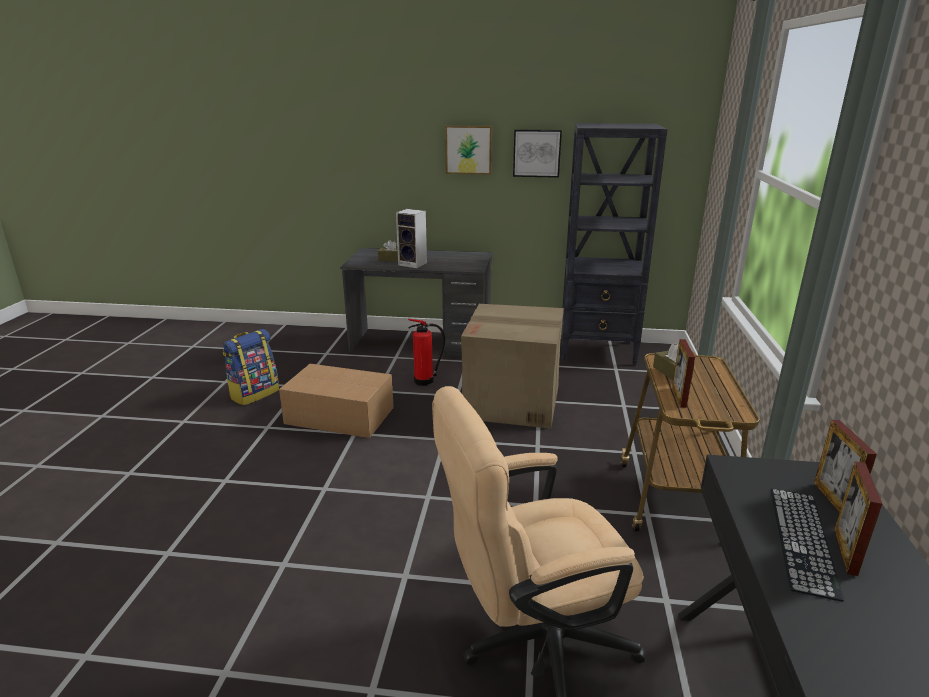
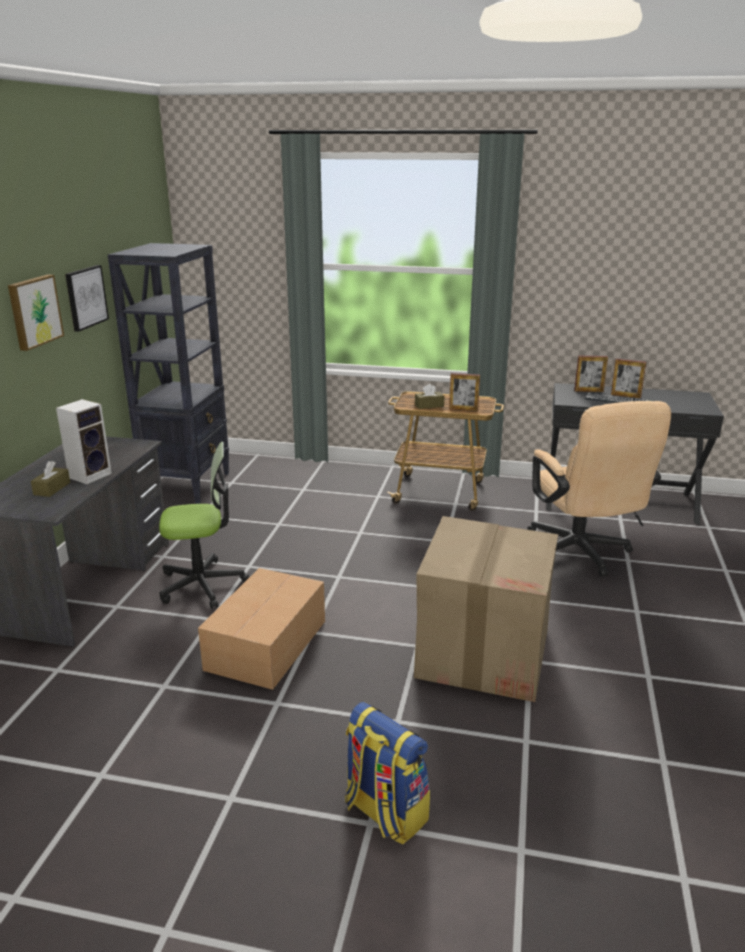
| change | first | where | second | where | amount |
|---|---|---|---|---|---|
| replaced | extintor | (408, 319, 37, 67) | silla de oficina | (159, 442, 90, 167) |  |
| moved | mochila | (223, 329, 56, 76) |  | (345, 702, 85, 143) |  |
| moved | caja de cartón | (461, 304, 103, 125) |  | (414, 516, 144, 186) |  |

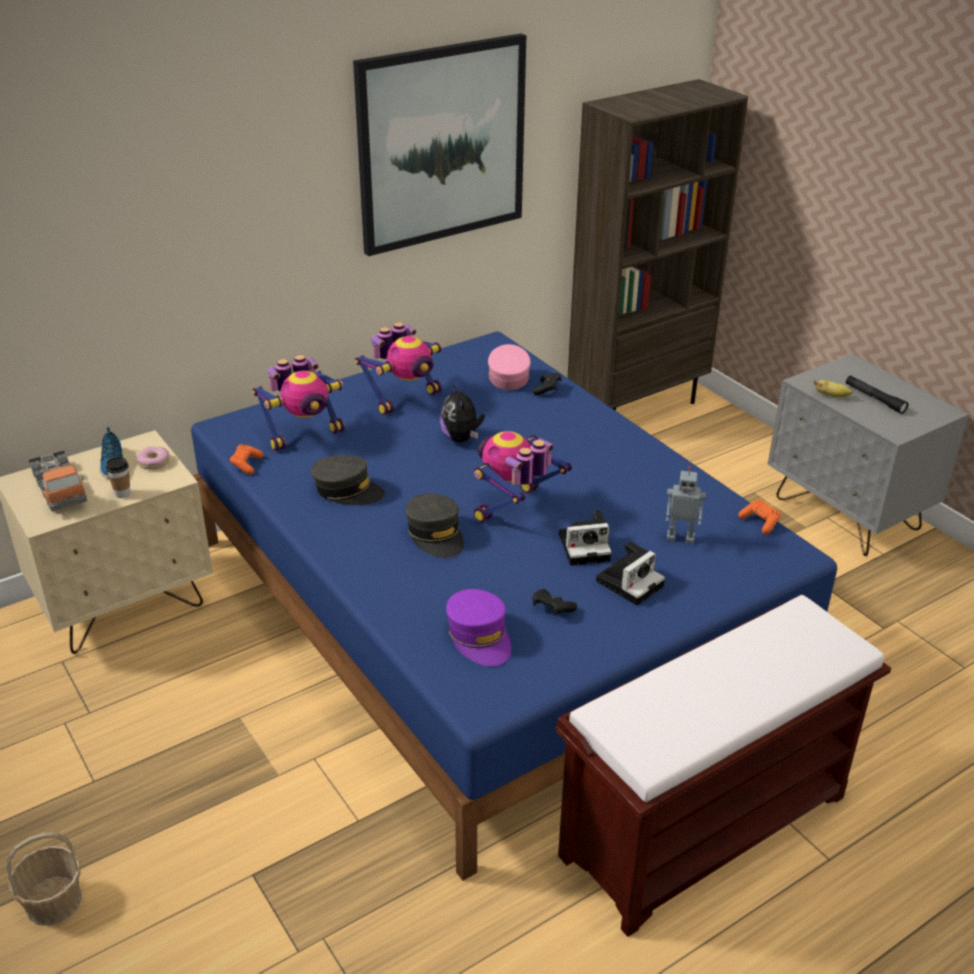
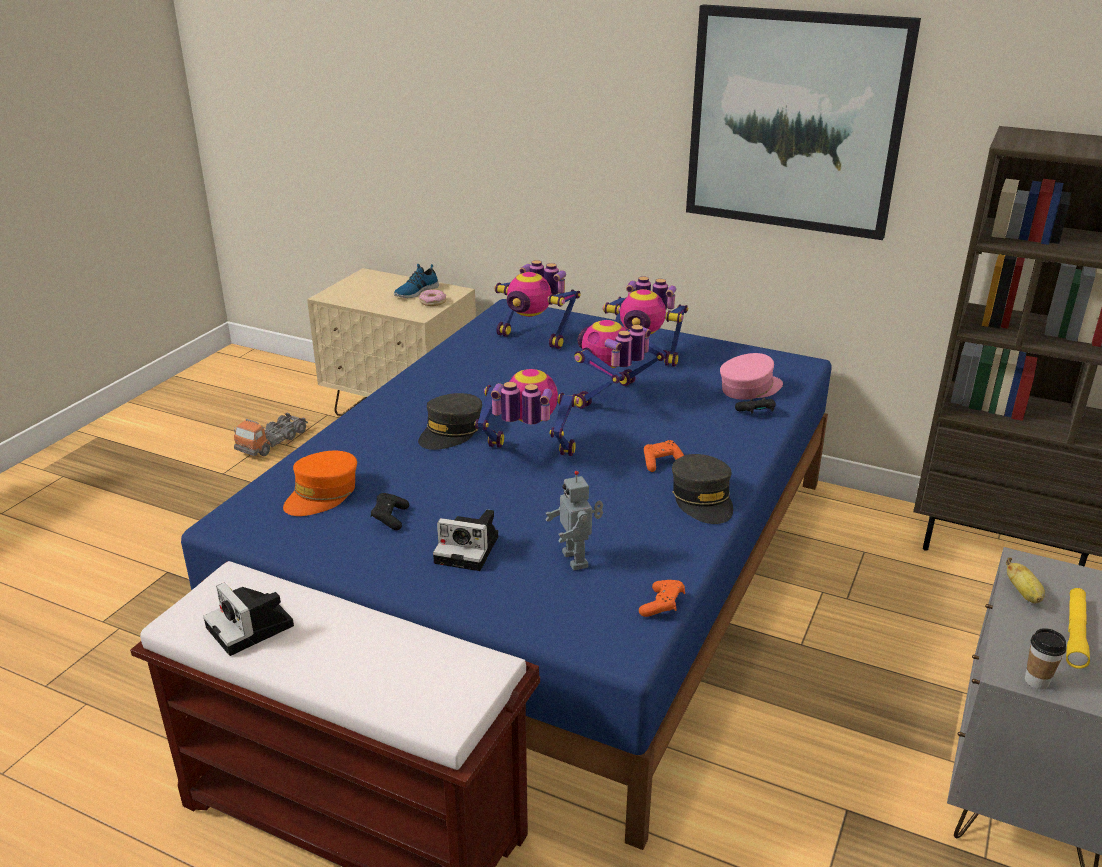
| change | first | where | second | where | amount |
|---|---|---|---|---|---|
| moved | cámara | (559, 510, 53, 56) |  | (203, 583, 91, 73) |  |
| moved | camión de juguete | (29, 450, 58, 61) |  | (234, 413, 74, 43) |  |
| recoloured | gorra/morado | (446, 589, 65, 77) | gorra/naranja | (283, 451, 74, 65) |  |
| replaced | peluche | (440, 383, 45, 59) | robot de juguete | (574, 320, 95, 89) |  |
| moved | mando de consola/naranja | (230, 444, 33, 31) |  | (644, 440, 40, 32) |  |
| moved | gorra/gris | (311, 455, 74, 50) |  | (672, 454, 61, 70) |  |
| moved | taza | (106, 457, 25, 41) |  | (1025, 628, 41, 61) |  |
| recoloured | linterna/negro | (846, 376, 62, 38) | linterna/amarillo | (1066, 588, 24, 81) |  |
| removed | cesta | (6, 832, 76, 94) |  |  |  |

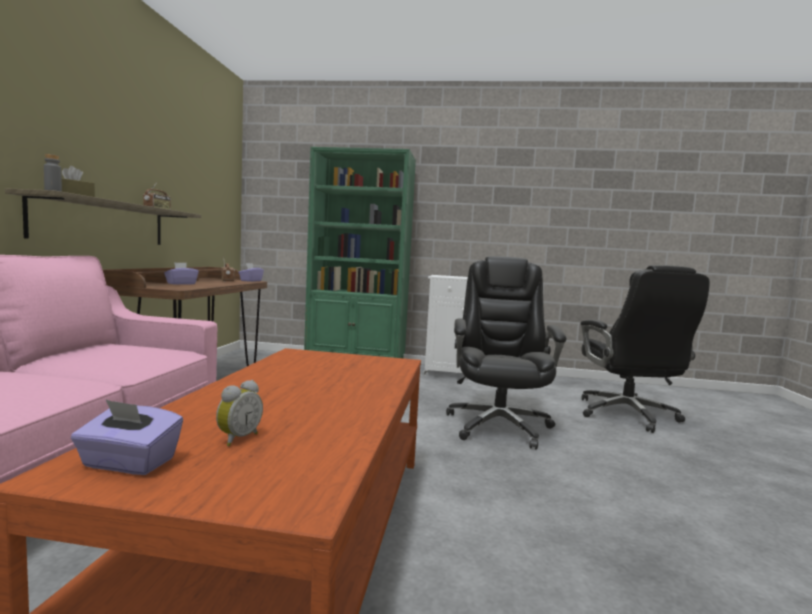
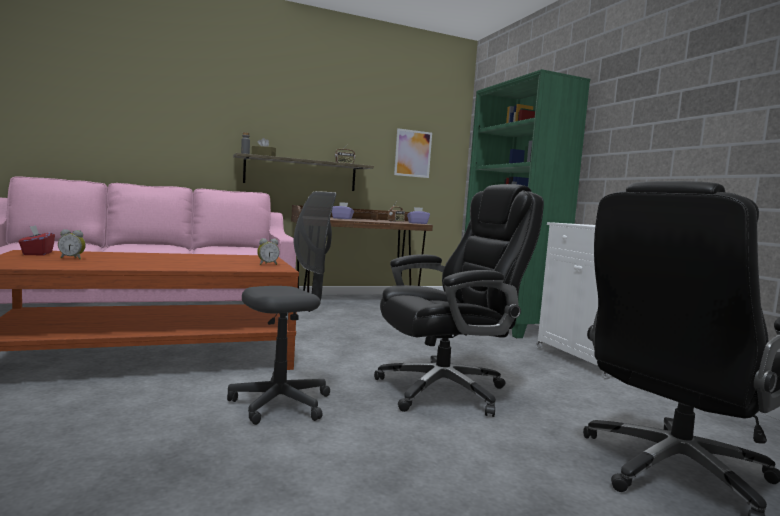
| change | first | where | second | where | amount |
|---|---|---|---|---|---|
| recoloured | caja de pañuelos/morado | (71, 399, 112, 76) | caja de pañuelos/rojo | (19, 225, 36, 31) |  |
| added |  |  | silla de oficina/gris | (227, 191, 109, 234) |  |
| added |  |  | despertador | (257, 238, 23, 27) |  |
| added |  |  | cuadro | (394, 128, 38, 50) |  |

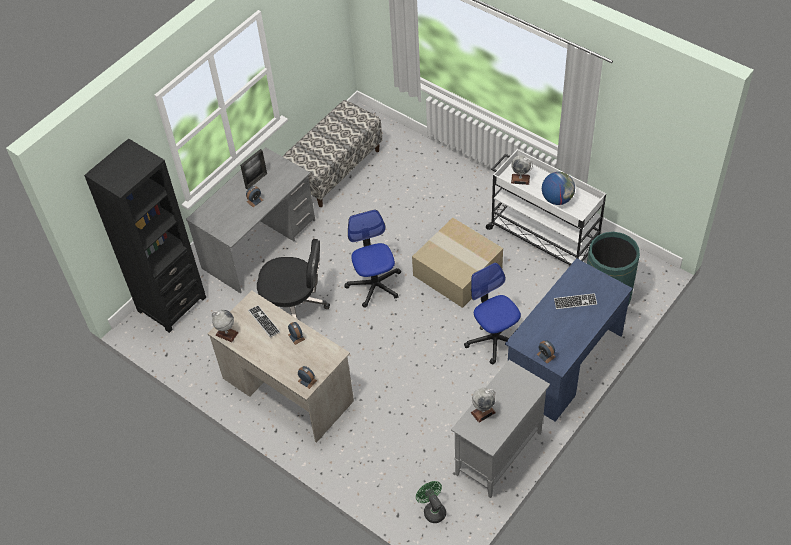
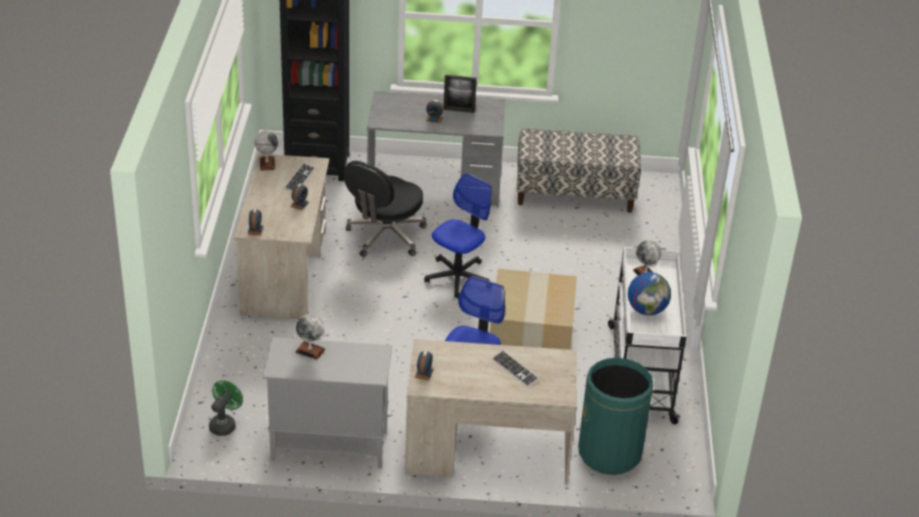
| change | first | where | second | where | amount |
|---|---|---|---|---|---|
| turned | silla de oficina/negro | (257, 239, 73, 80) |  | (344, 161, 83, 96) | 60 degrees clockwise |
| recoloured | escritorio/azul | (505, 258, 128, 164) | escritorio/beis | (405, 339, 172, 146) |  |

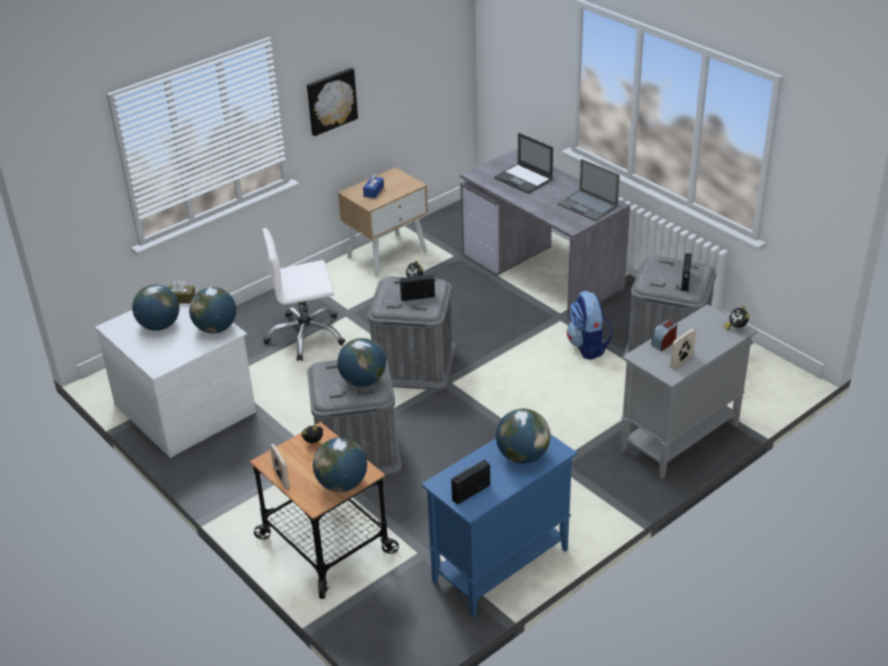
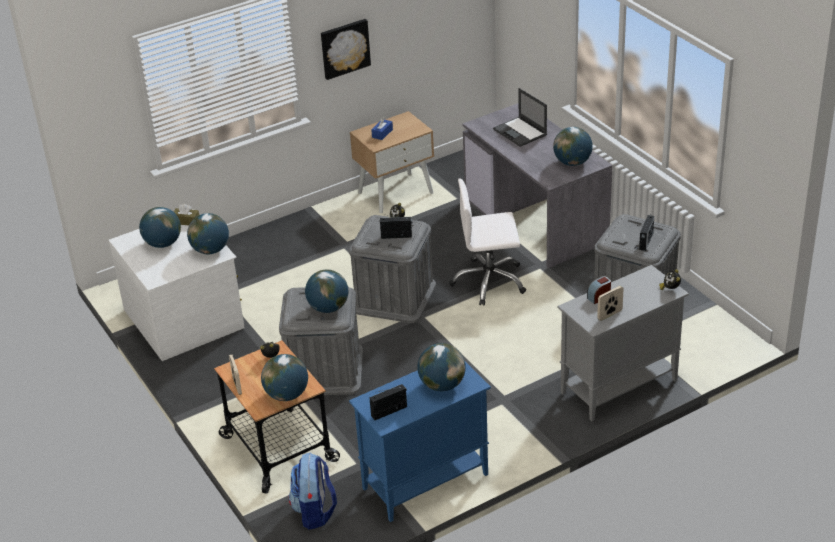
| change | first | where | second | where | amount |
|---|---|---|---|---|---|
| moved | mochila | (567, 291, 46, 69) |  | (289, 453, 48, 77) |  |
| moved | silla de oficina/blanco | (263, 228, 82, 133) |  | (449, 178, 77, 128) |  |
| replaced | portátil | (558, 159, 62, 62) | globo terráqueo | (553, 127, 40, 39) |  |

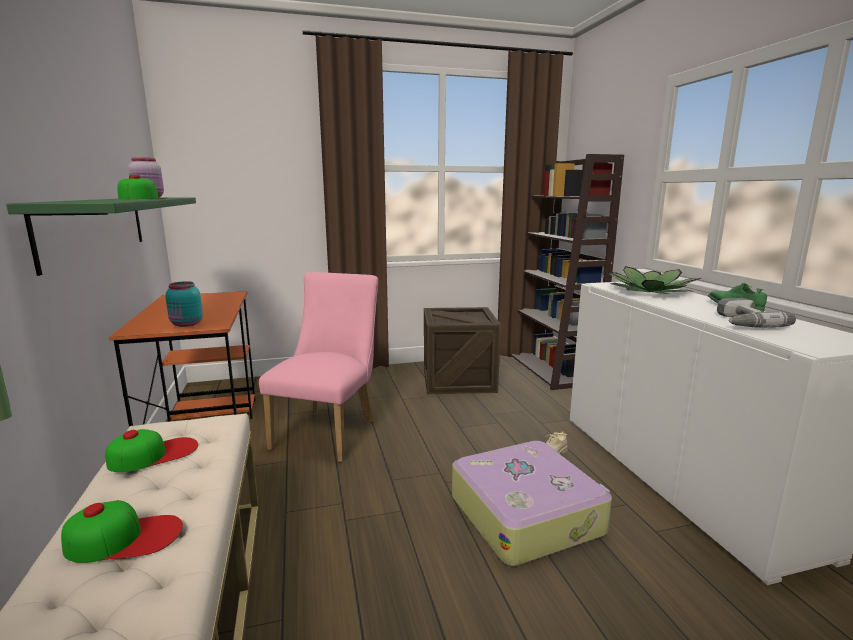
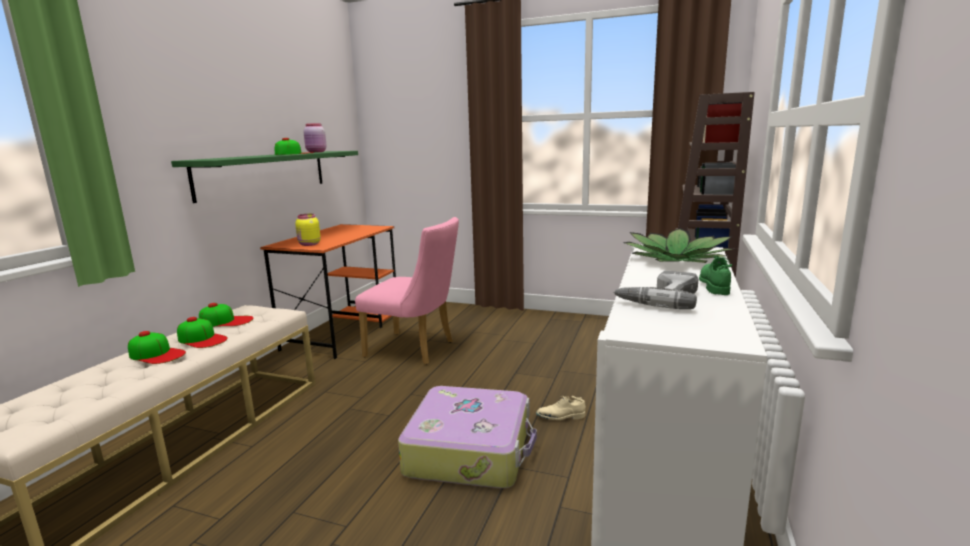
| change | first | where | second | where | amount |
|---|---|---|---|---|---|
| added |  |  | gorra | (177, 317, 51, 31) |  |
| recoloured | tarro/turquesa | (165, 281, 38, 46) | tarro/amarillo | (295, 214, 26, 32) |  |
| turned | silla/rosa | (259, 272, 119, 190) |  | (355, 217, 104, 148) | 60 degrees clockwise |
| removed | caja de embalaje | (424, 307, 77, 87) |  |  |  |

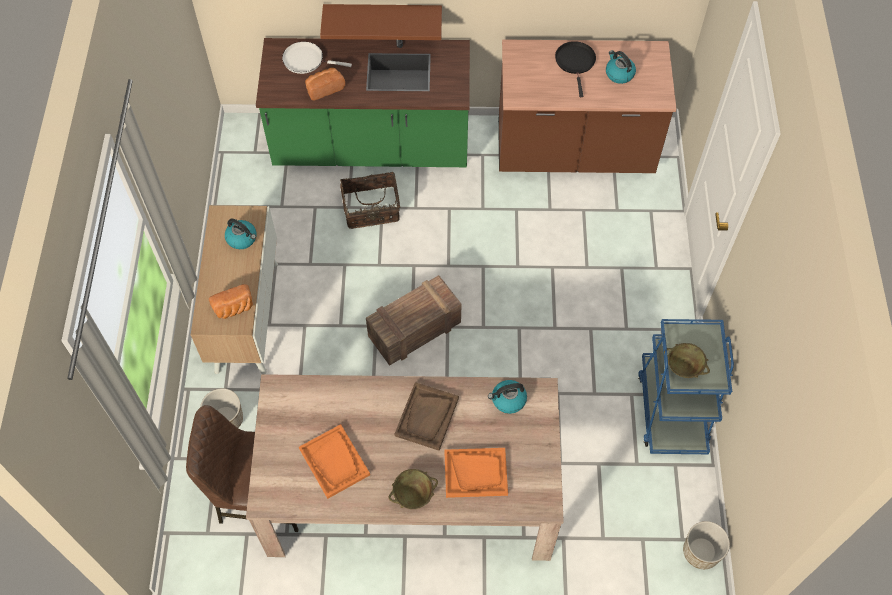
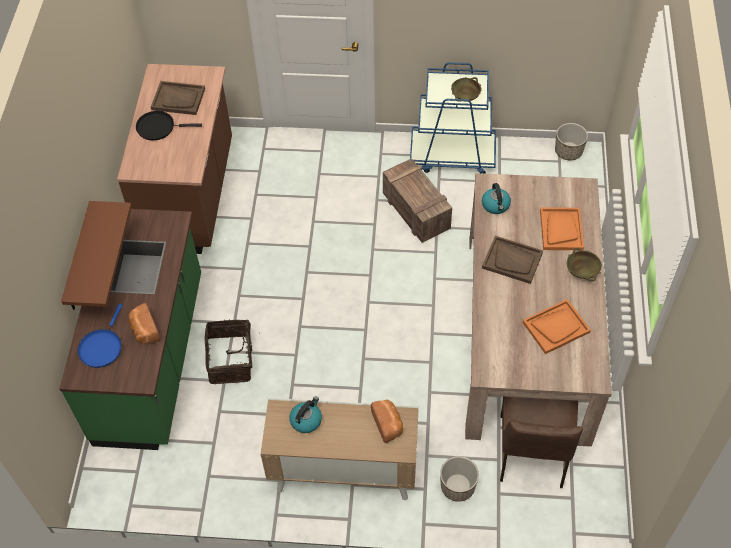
| change | first | where | second | where | amount |
|---|---|---|---|---|---|
| recoloured | sartén/blanco | (282, 41, 70, 33) | sartén/azul | (78, 304, 45, 64) |  |
| replaced | hervidor | (606, 50, 30, 34) | bandeja/marrón | (151, 81, 54, 34) |  |
| moved | caja de embalaje | (366, 275, 96, 91) |  | (383, 158, 69, 85) |  |

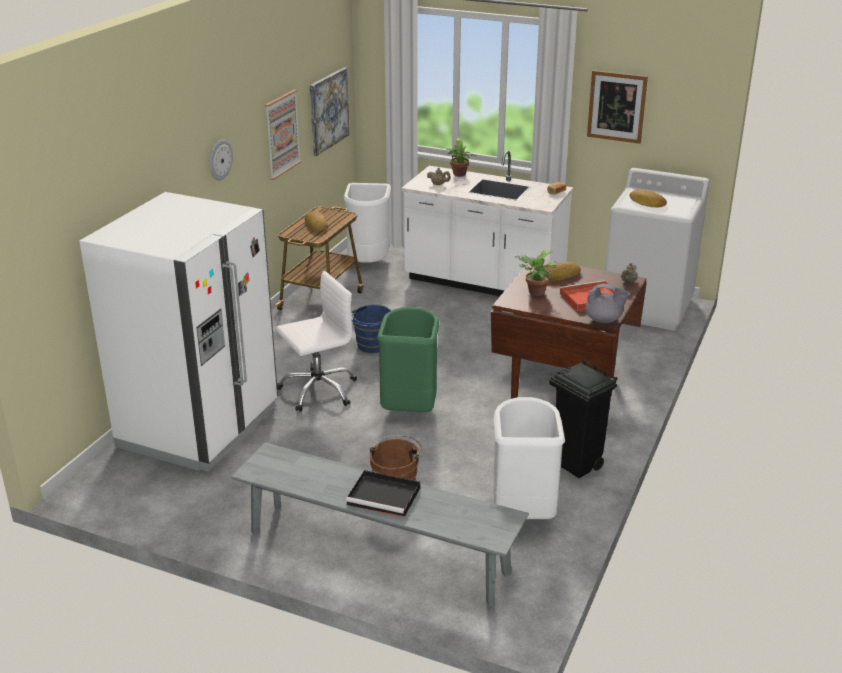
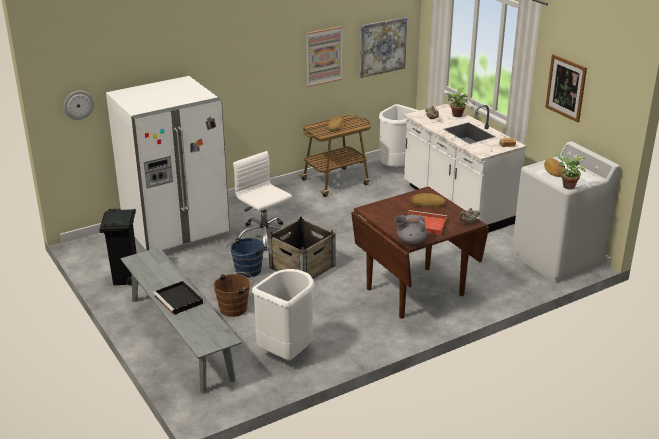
| change | first | where | second | where | amount |
|---|---|---|---|---|---|
| moved | reloj de pared | (209, 140, 24, 41) |  | (64, 90, 30, 30) |  |
| moved | papelera/negro | (549, 360, 68, 118) |  | (99, 209, 38, 77) |  |
| moved | cubo/azul | (351, 304, 40, 49) |  | (227, 238, 37, 40) |  |
| turned | silla de oficina/blanco | (276, 271, 81, 141) |  | (233, 151, 59, 100) | 135 degrees counterclockwise |
| replaced | papelera/verde | (377, 307, 62, 105) | caja de embalaje | (268, 217, 68, 62) |  |
| turned | tetera/gris | (585, 284, 45, 39) |  | (395, 215, 32, 29) | 120 degrees clockwise |
| moved | planta en maceta | (515, 251, 42, 45) |  | (557, 155, 29, 34) |  |

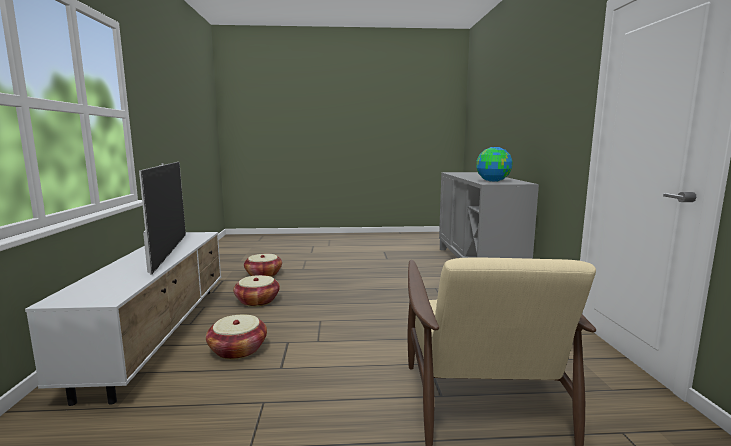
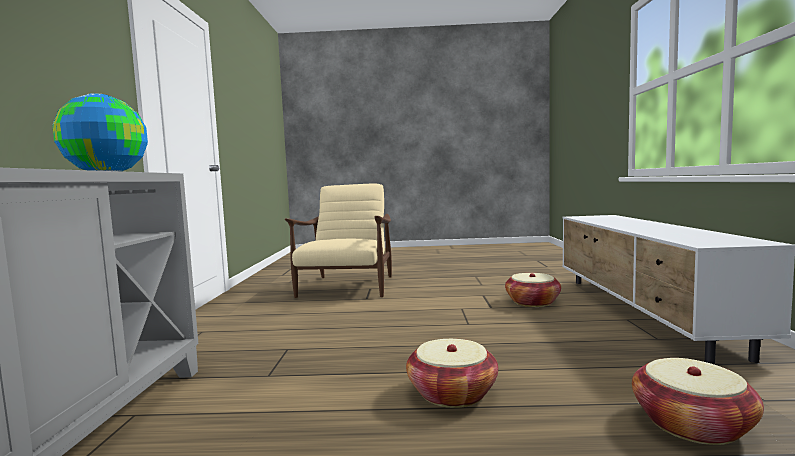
| change | first | where | second | where | amount |
|---|---|---|---|---|---|
| moved | cesta | (233, 275, 47, 32) |  | (406, 339, 92, 69) |  |
| removed | televisor | (139, 162, 47, 113) |  |  |  |

